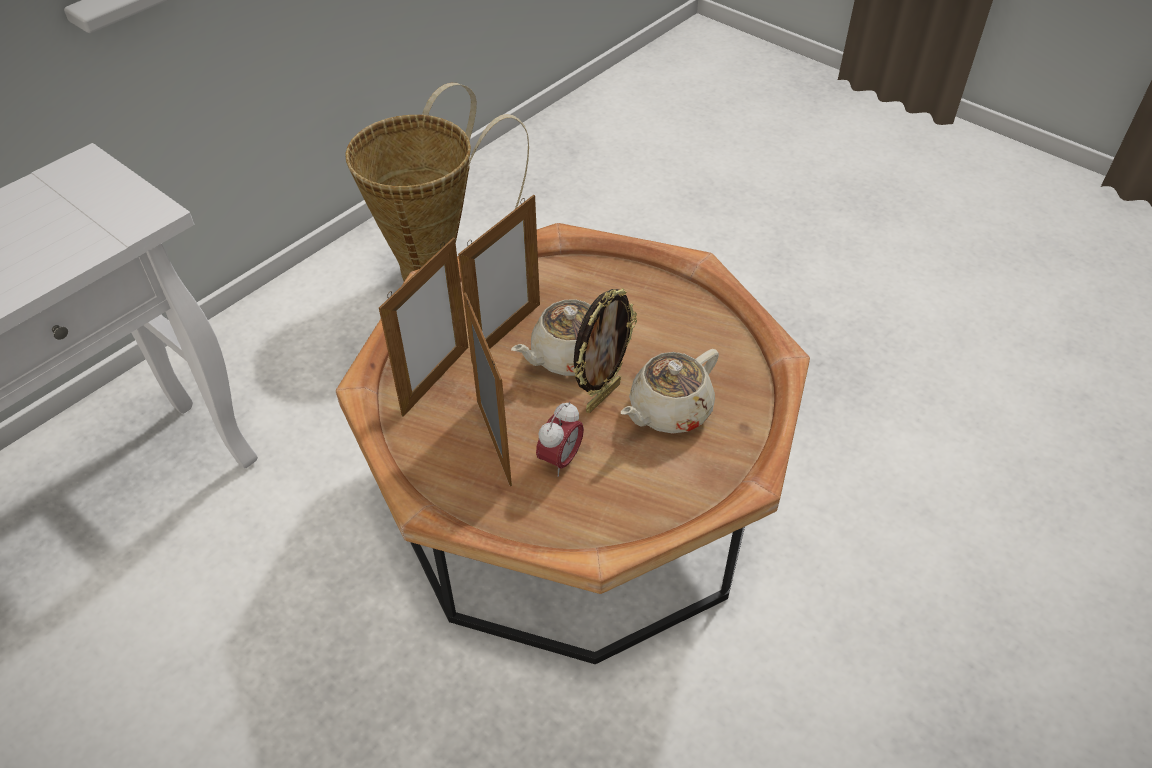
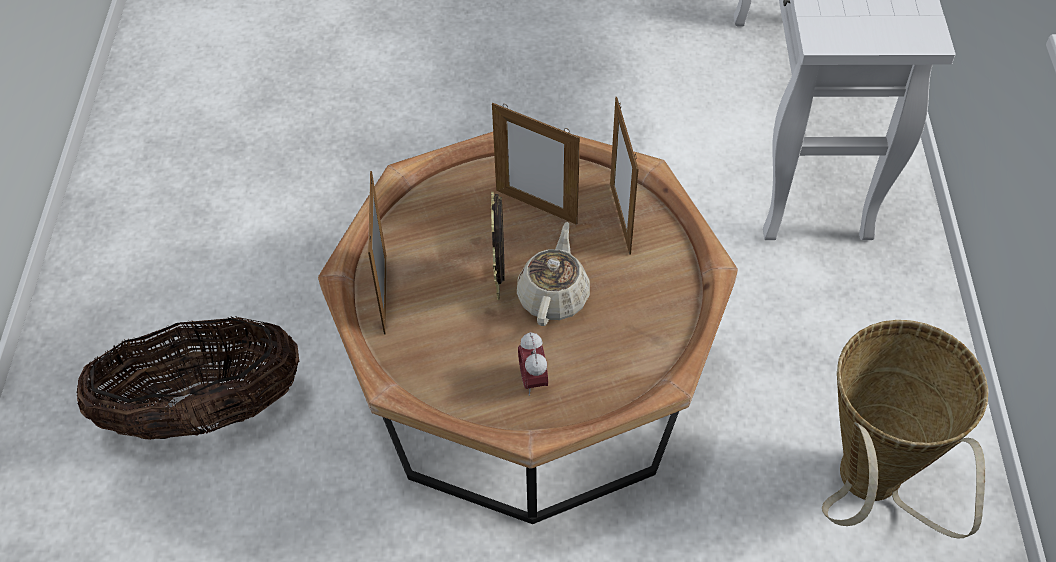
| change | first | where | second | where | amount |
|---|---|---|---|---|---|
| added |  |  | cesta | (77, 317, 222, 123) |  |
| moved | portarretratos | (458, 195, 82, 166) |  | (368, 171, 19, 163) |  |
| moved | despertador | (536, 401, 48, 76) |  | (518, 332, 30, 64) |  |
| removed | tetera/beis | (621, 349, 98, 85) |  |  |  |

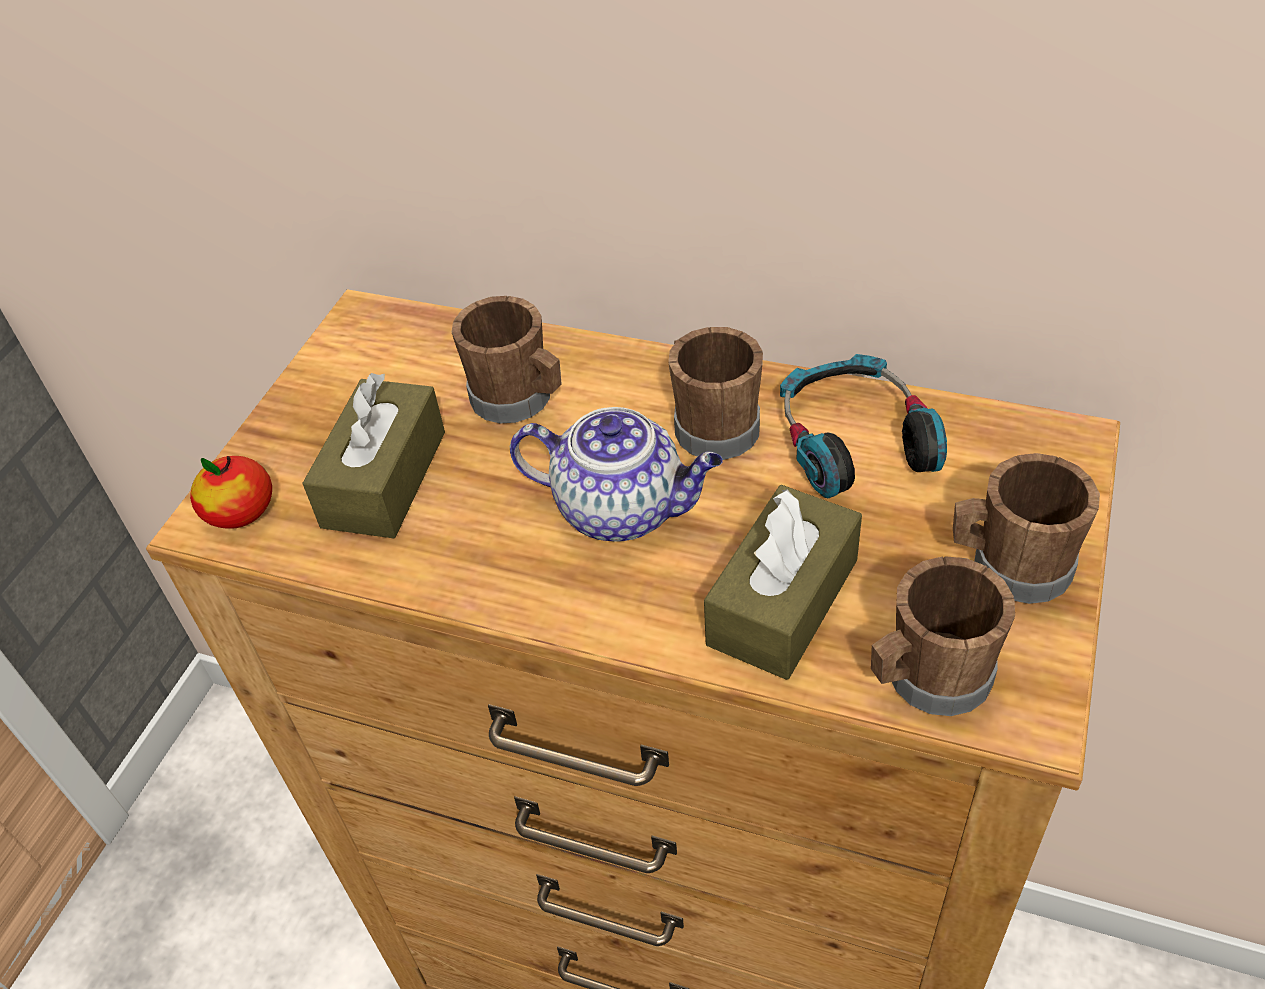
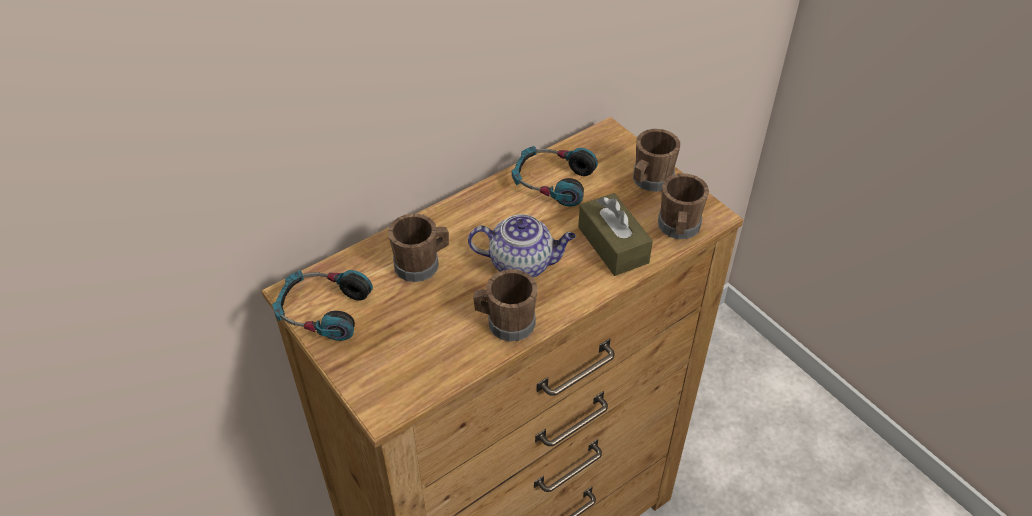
| change | first | where | second | where | amount |
|---|---|---|---|---|---|
| added |  |  | auriculares | (272, 270, 101, 71) |  |
| turned | tetera | (510, 407, 213, 135) |  | (468, 214, 108, 64) | 45 degrees clockwise |
| moved | taza grande/marrón | (668, 327, 95, 133) |  | (473, 269, 65, 72) |  |
| removed | manzana | (190, 456, 82, 73) |  |  |  |
| removed | caja de pañuelos/marrón | (302, 373, 143, 165) |  |  |  |

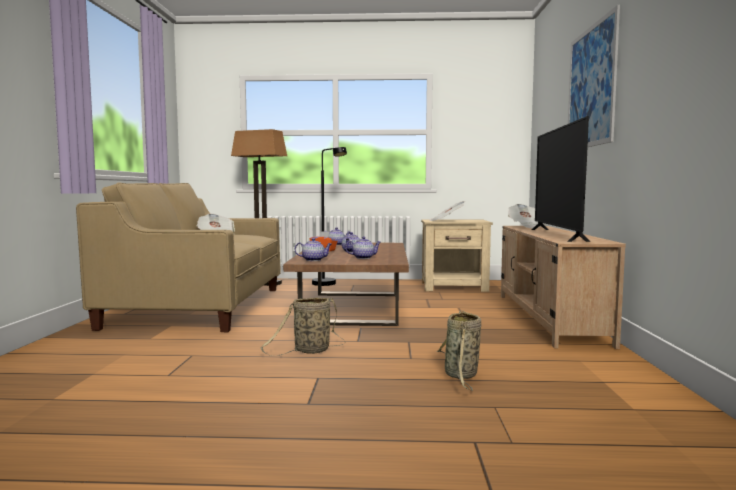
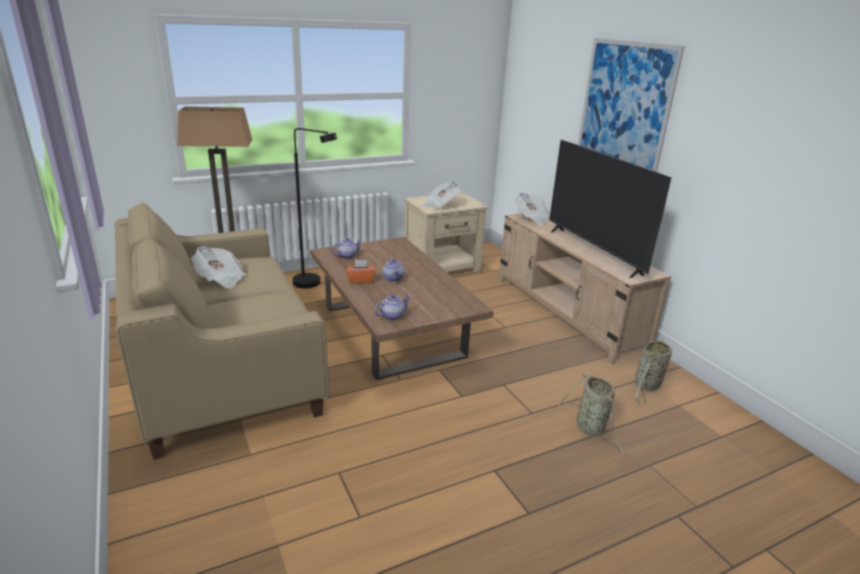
| change | first | where | second | where | amount |
|---|---|---|---|---|---|
| moved | cesta | (260, 298, 86, 58) |  | (635, 339, 37, 65) |  |
| removed | tetera | (345, 236, 36, 23) |  |  |  |

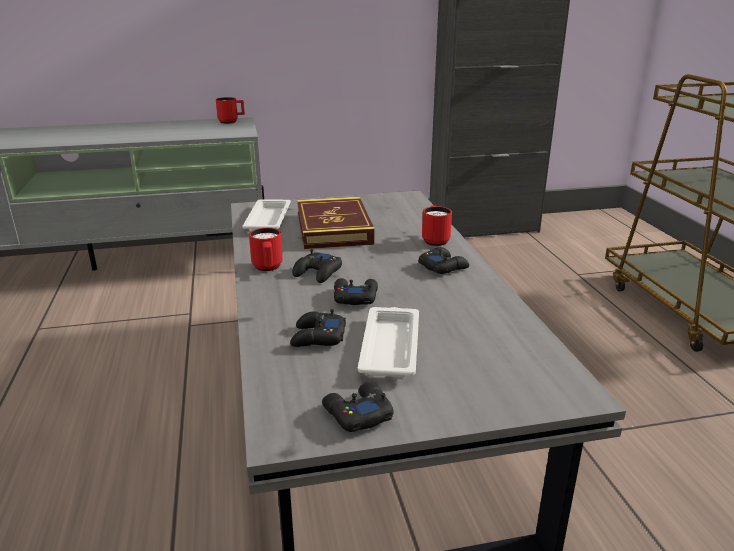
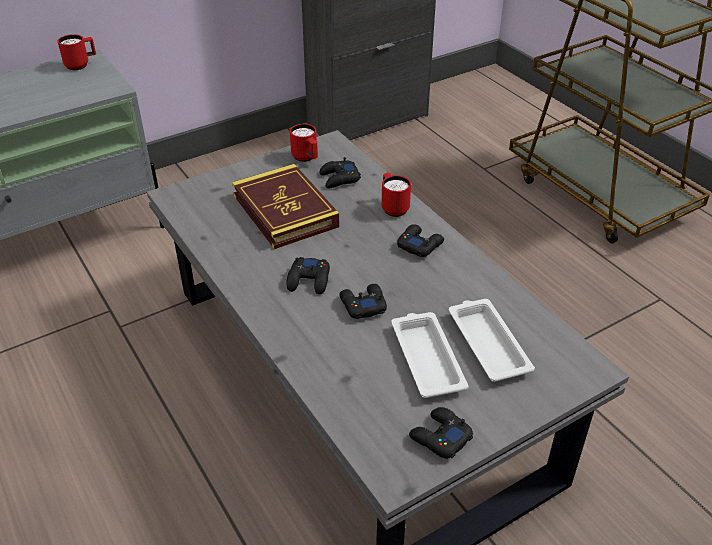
| change | first | where | second | where | amount |
|---|---|---|---|---|---|
| moved | taza grande/rojo | (249, 228, 34, 43) |  | (290, 124, 28, 38) |  |
| moved | mando de consola/negro | (290, 309, 56, 38) |  | (319, 157, 42, 31) |  |
| moved | bandeja/blanco | (242, 199, 49, 32) |  | (449, 299, 86, 83) |  |

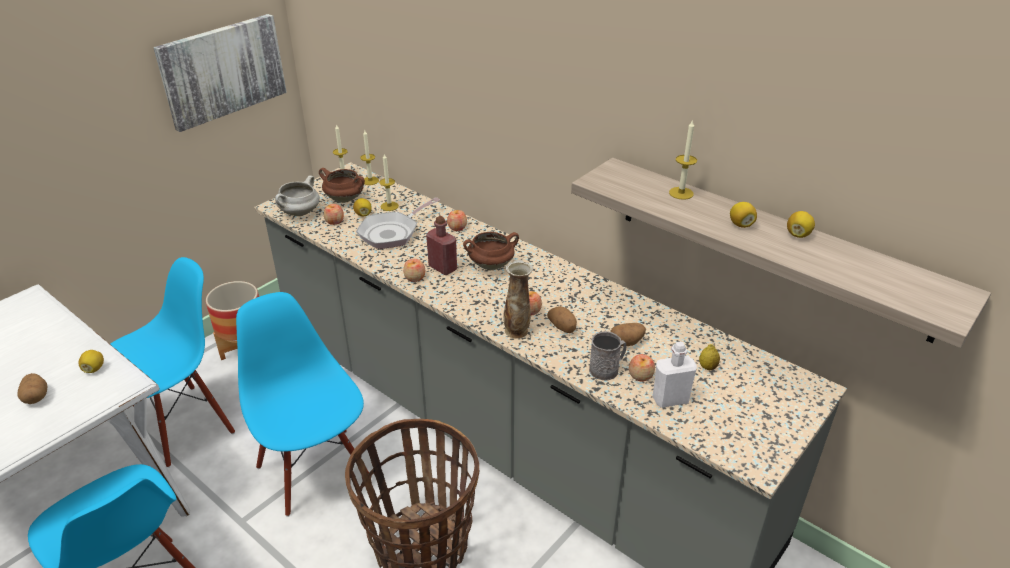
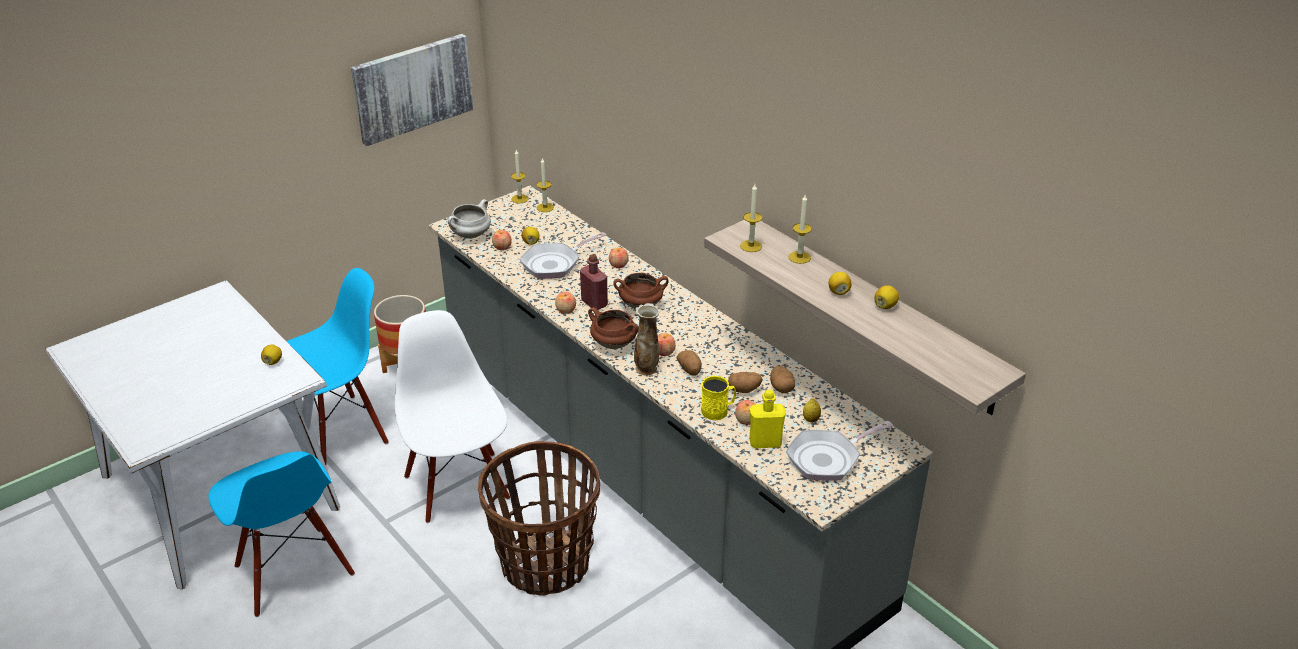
| change | first | where | second | where | amount |
|---|---|---|---|---|---|
| recoloured | silla/azul | (236, 292, 133, 225) | silla/blanco | (395, 310, 115, 213) |  |
| moved | olla/marrón | (319, 168, 46, 35) |  | (588, 307, 51, 42) |  |
| recoloured | taza grande/gris | (589, 331, 37, 50) | taza grande/amarillo | (701, 376, 35, 44) |  |
| moved | vela | (379, 154, 20, 57) |  | (740, 184, 23, 68) |  |
| recoloured | botella/blanco | (652, 342, 45, 66) | botella/amarillo | (749, 390, 37, 58) |  |
| moved | patata | (17, 373, 30, 31) |  | (770, 366, 26, 27) |  |
| added |  |  | sartén | (786, 421, 107, 60) |  |

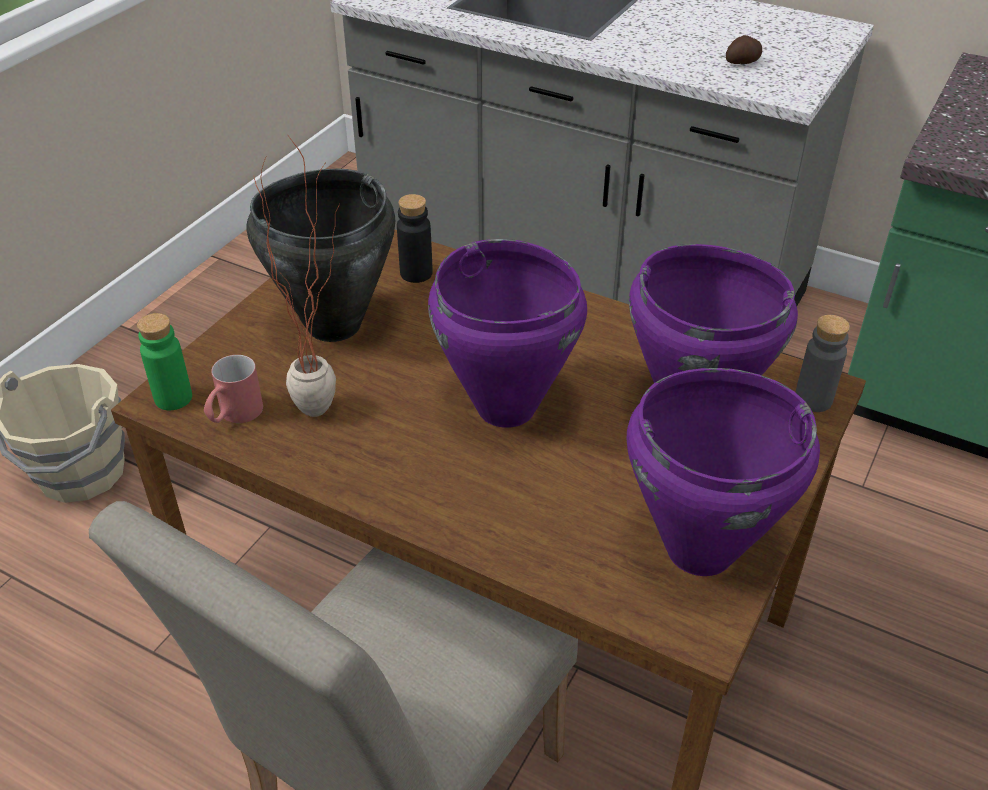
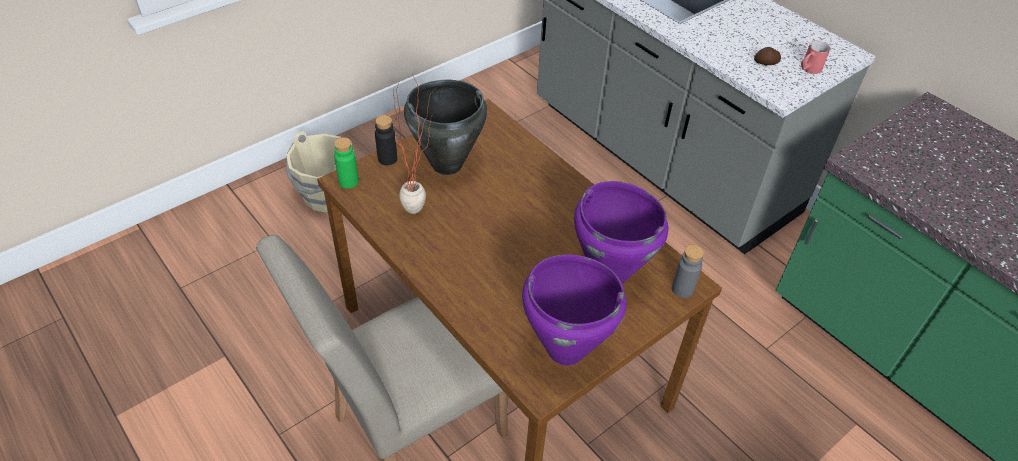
| change | first | where | second | where | amount |
|---|---|---|---|---|---|
| moved | botella/negro | (397, 194, 36, 89) |  | (375, 115, 22, 50) |  |
| moved | taza grande/rojo | (204, 355, 59, 68) |  | (801, 41, 29, 33) |  |
| removed | olla/morado | (428, 239, 159, 189) |  |  |  |

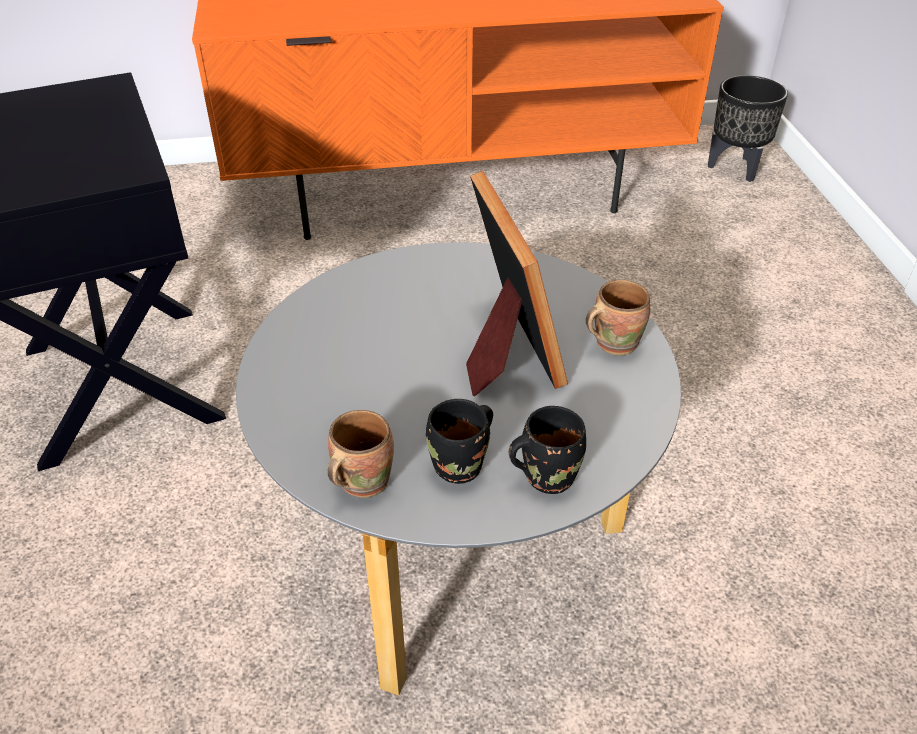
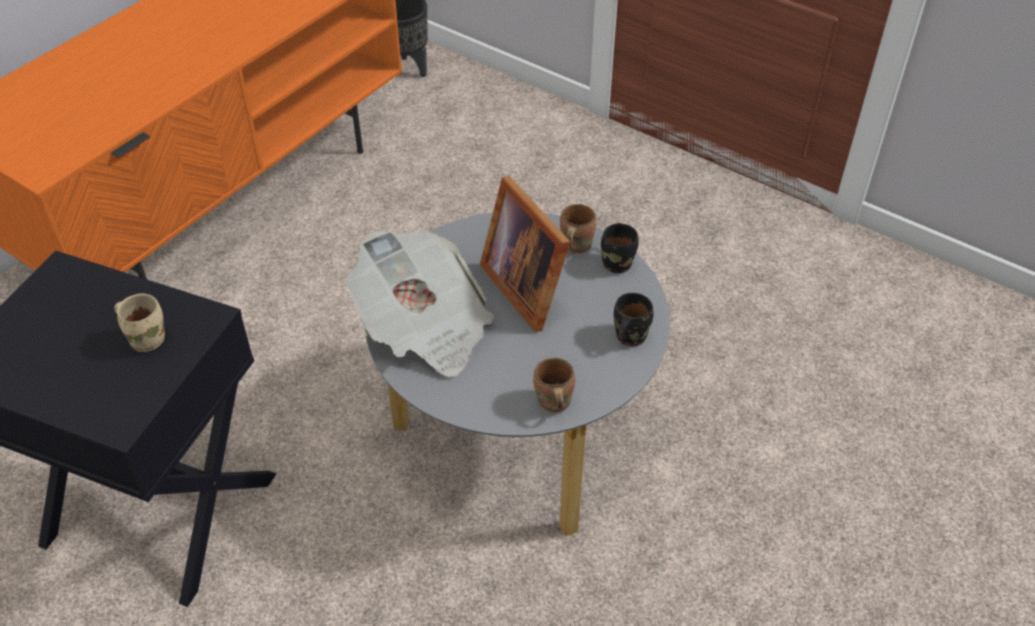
| change | first | where | second | where | amount |
|---|---|---|---|---|---|
| added |  |  | taza grande/beis | (114, 293, 51, 59) |  |
| added |  |  | periódico | (346, 230, 148, 147) |  |
| turned | portarretratos | (466, 171, 102, 225) |  | (480, 176, 90, 156) | 150 degrees counterclockwise |
| moved | taza grande/negro | (426, 399, 67, 85) |  | (601, 223, 38, 50) |  |

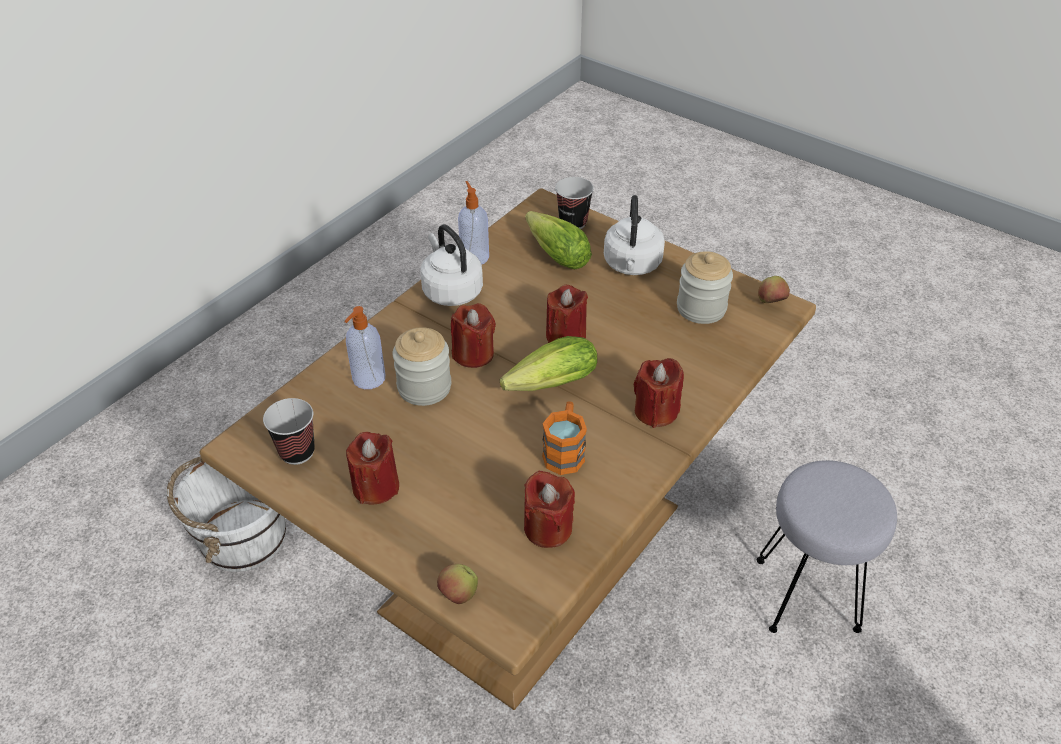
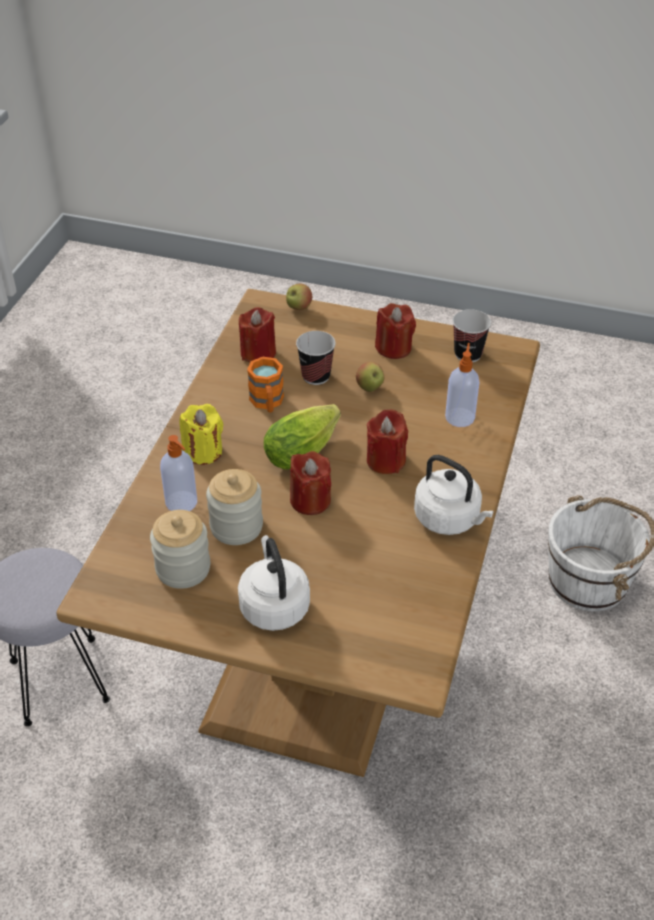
| change | first | where | second | where | amount |
|---|---|---|---|---|---|
| moved | dispensador de jabón | (458, 181, 31, 84) |  | (160, 435, 37, 76) |  |
| recoloured | vela/rojo | (634, 358, 50, 70) | vela/amarillo | (180, 404, 43, 61) |  |
| moved | tarro | (393, 327, 58, 79) |  | (206, 469, 57, 76) |  |
| moved | taza | (555, 177, 39, 52) |  | (296, 331, 40, 54) |  |
| moved | manzana | (758, 276, 32, 27) |  | (356, 362, 28, 30) |  |
| removed | lechuga | (525, 211, 67, 58) |  |  |  |

